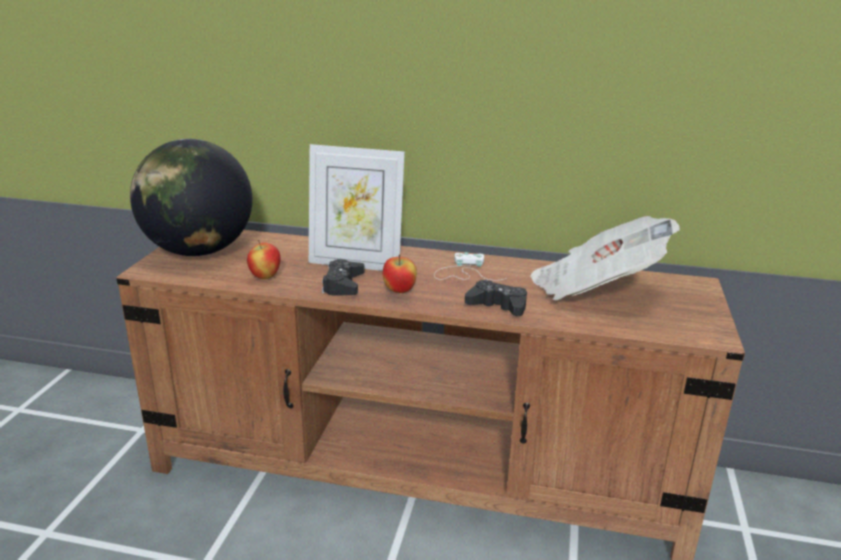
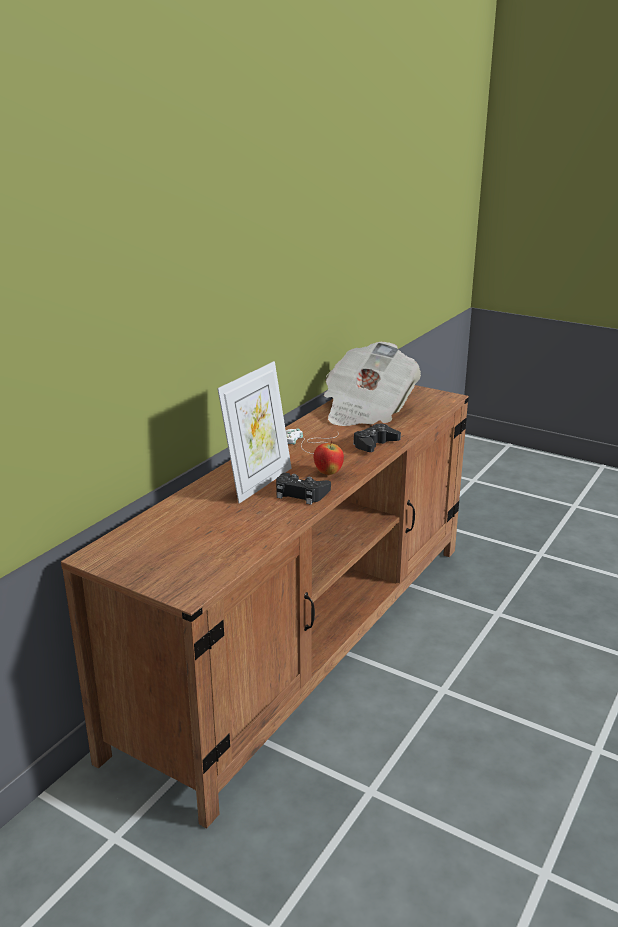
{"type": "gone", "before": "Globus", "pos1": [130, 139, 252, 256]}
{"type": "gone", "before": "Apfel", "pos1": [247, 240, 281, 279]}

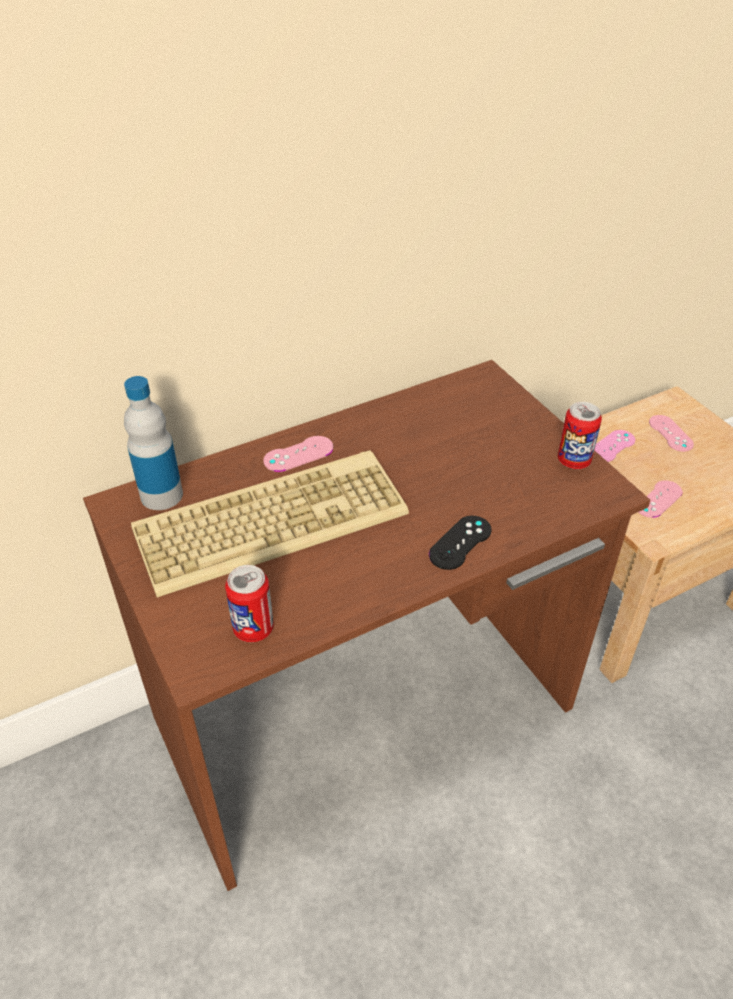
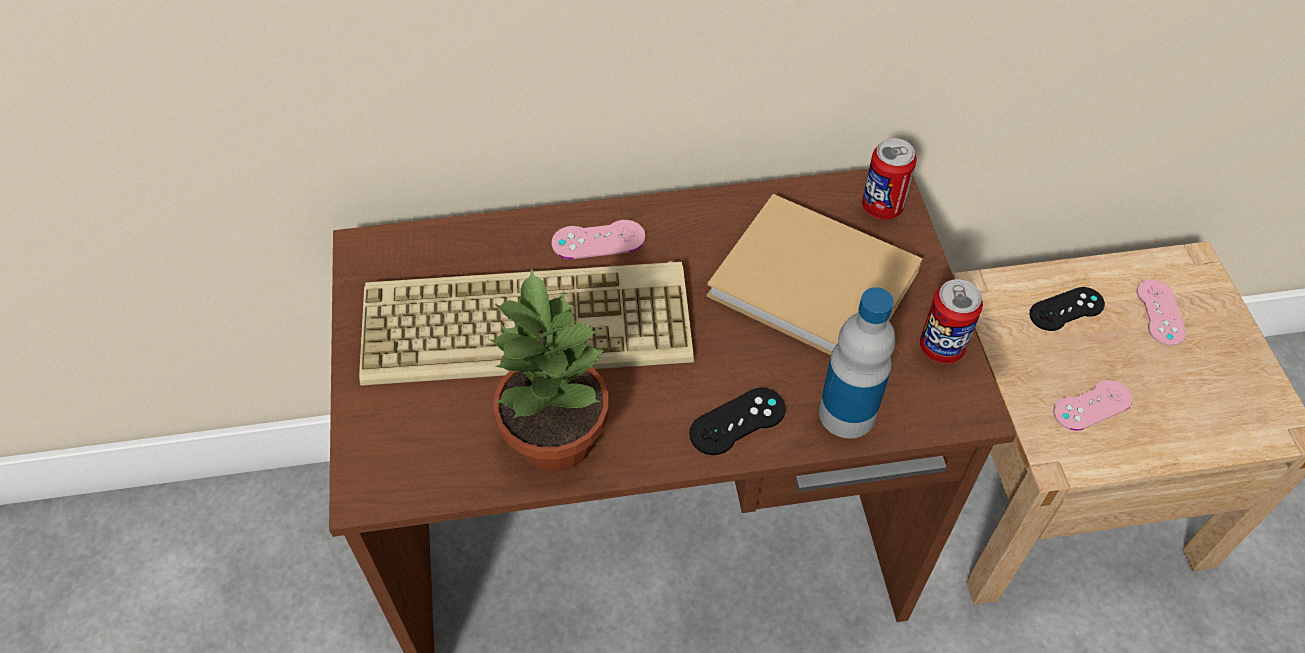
{"type": "new", "after": "Topfpflanze", "pos2": [489, 268, 609, 471]}
{"type": "new", "after": "Buch/beige", "pos2": [706, 194, 923, 355]}
{"type": "shifted", "before": "Flasche", "pos1": [124, 376, 183, 510], "pos2": [819, 287, 895, 439]}
{"type": "shifted", "before": "Dose", "pos1": [225, 565, 274, 642], "pos2": [862, 138, 917, 219]}
{"type": "repainted", "before": "Gamepad/rosa", "after": "Gamepad/schwarz", "pos1": [595, 430, 635, 462], "pos2": [1030, 287, 1105, 331]}

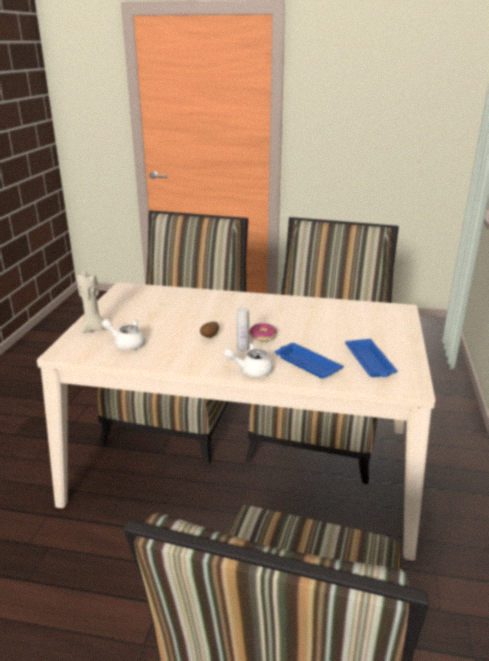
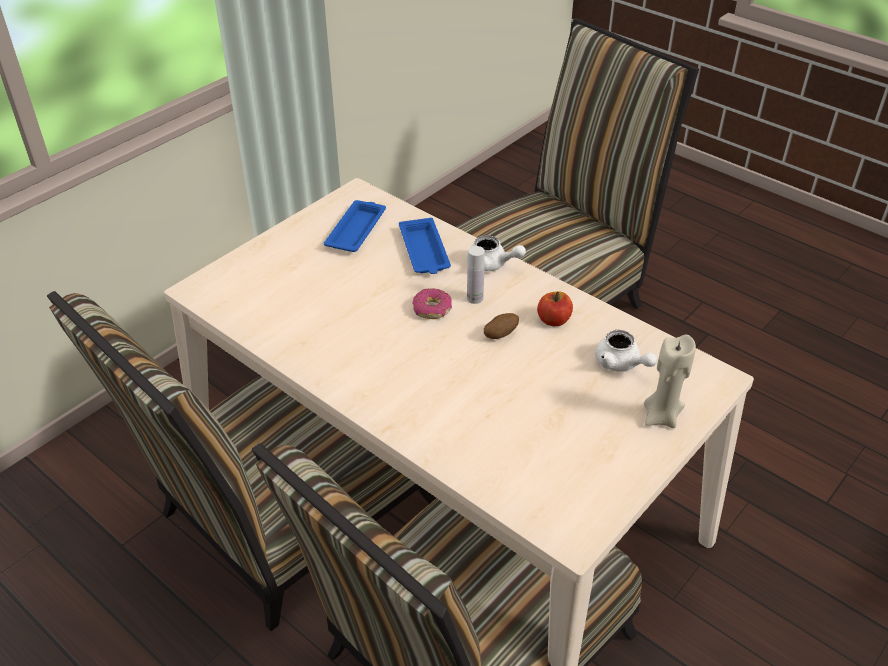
{"type": "new", "after": "Apfel", "pos2": [537, 291, 573, 326]}

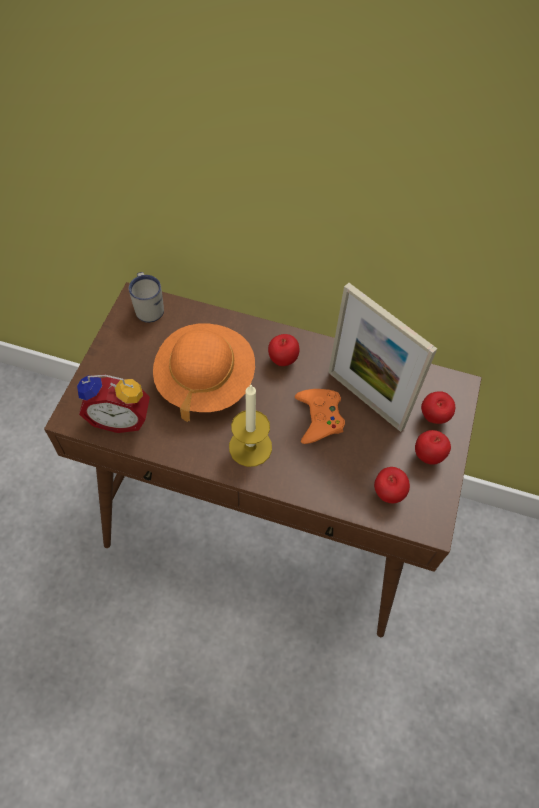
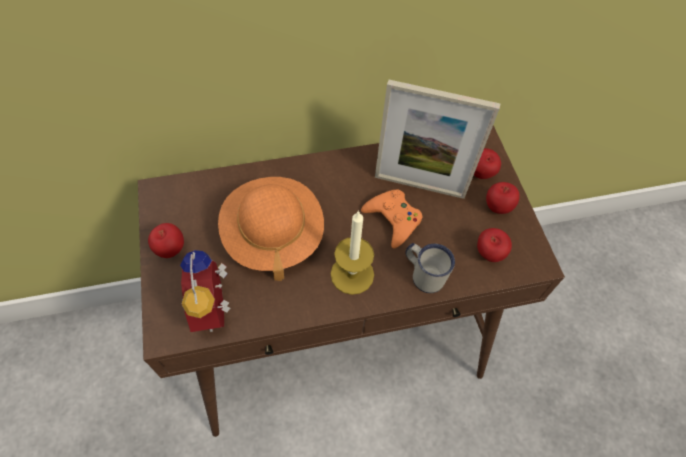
{"type": "shifted", "before": "Apfel", "pos1": [268, 334, 299, 366], "pos2": [148, 223, 184, 258]}
{"type": "rotated", "before": "Wecker", "pos1": [77, 375, 150, 433], "pos2": [180, 250, 231, 332], "turn": 105}
{"type": "shifted", "before": "Henkelbecher/weiß", "pos1": [129, 272, 164, 323], "pos2": [405, 243, 455, 293]}

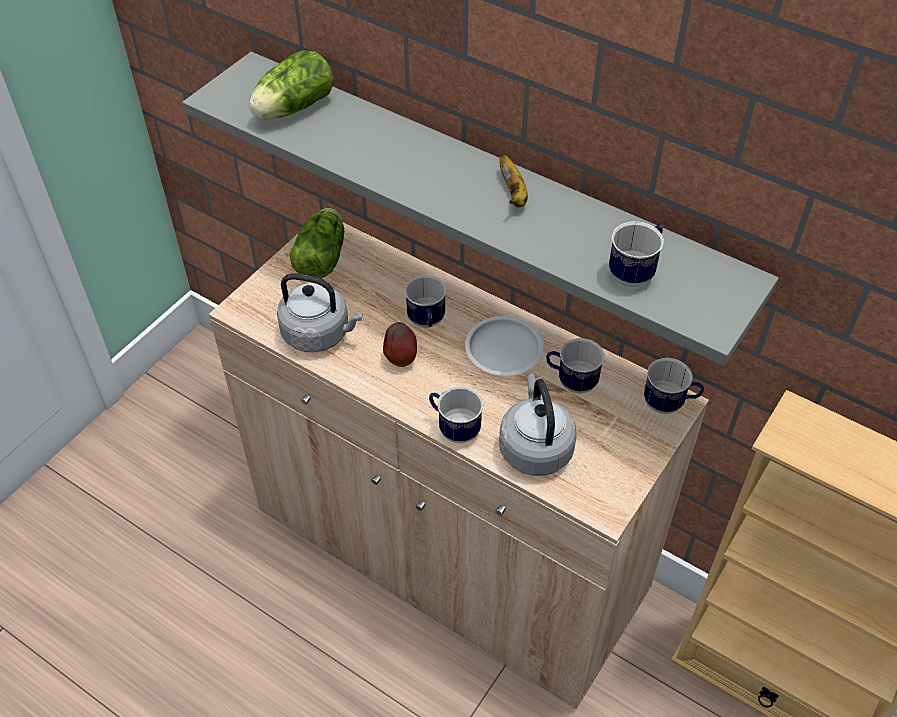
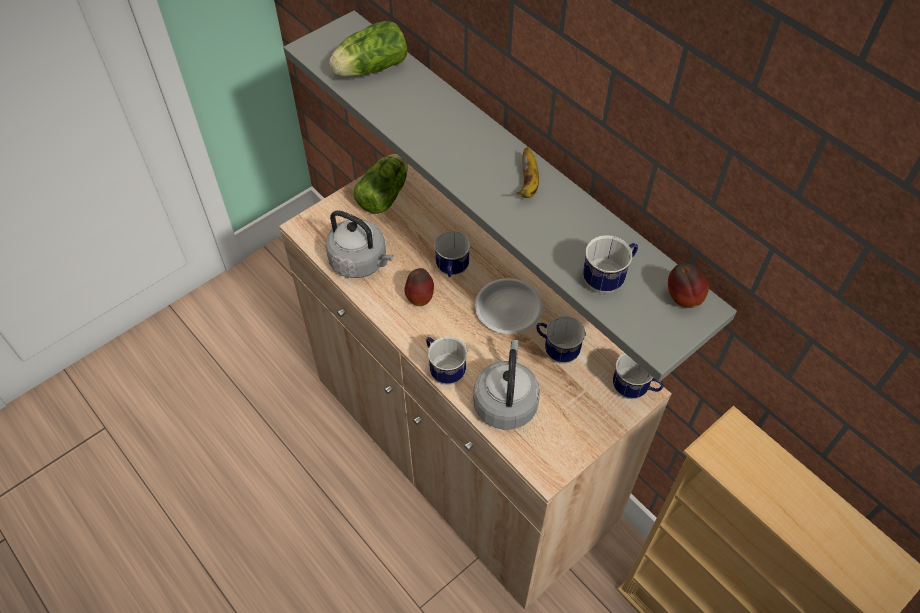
{"type": "new", "after": "Apfel", "pos2": [668, 263, 709, 308]}

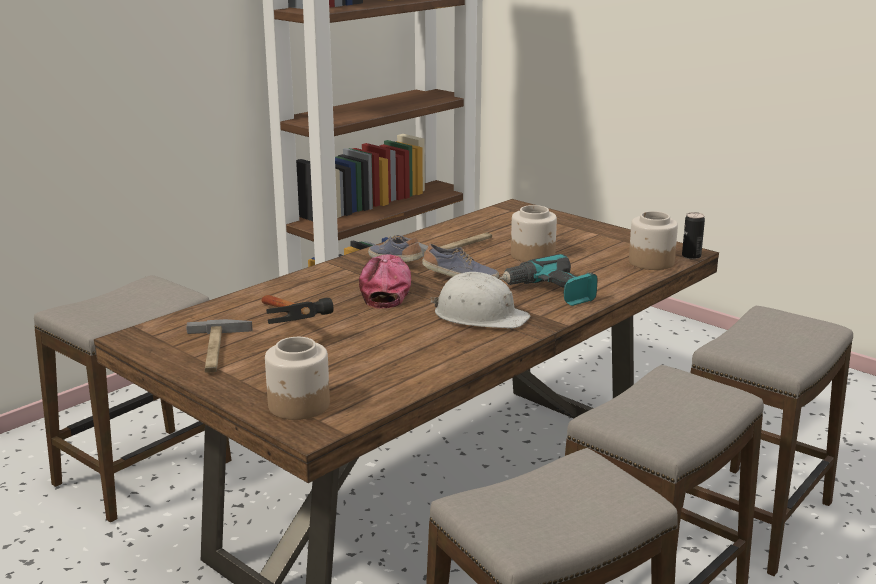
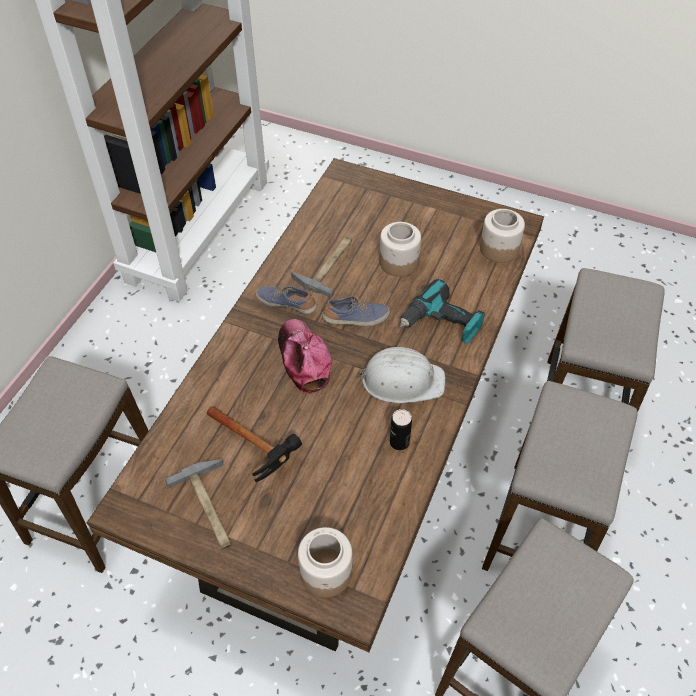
{"type": "shifted", "before": "Dose", "pos1": [682, 212, 705, 259], "pos2": [390, 409, 412, 450]}

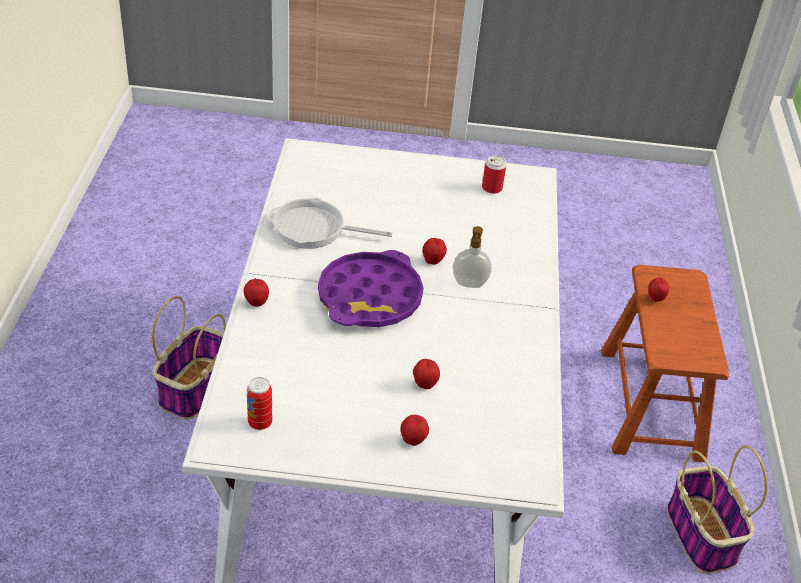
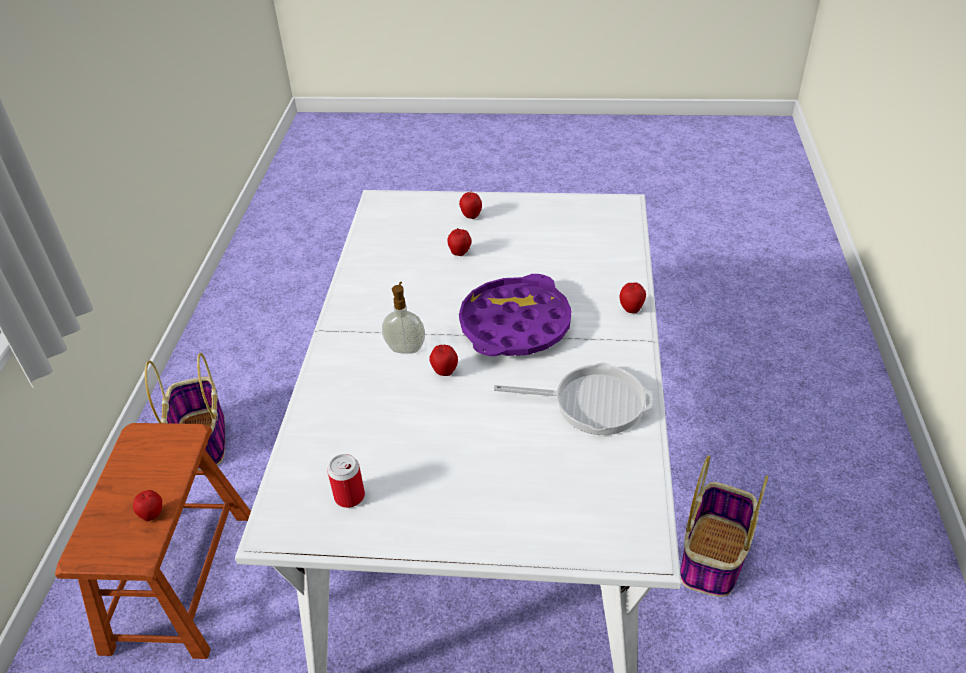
{"type": "gone", "before": "Dose", "pos1": [247, 377, 272, 430]}

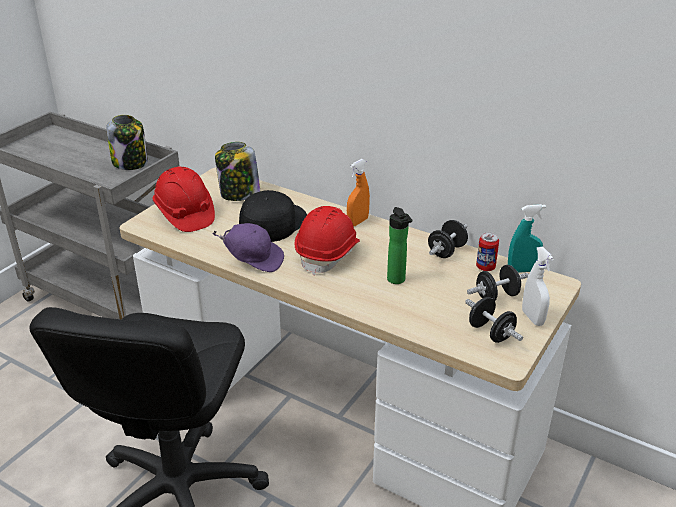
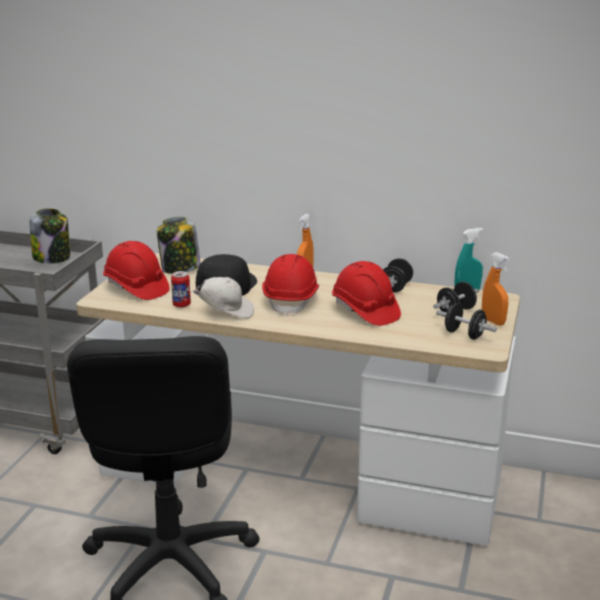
{"type": "shifted", "before": "Dose", "pos1": [476, 232, 499, 271], "pos2": [171, 271, 191, 308]}
{"type": "repainted", "before": "Kappe/lila", "after": "Kappe/weiß", "pos1": [212, 223, 284, 272], "pos2": [186, 277, 254, 318]}
{"type": "swapped", "before": "Flasche", "after": "Schutzhelm/rot", "pos1": [387, 207, 412, 284], "pos2": [332, 261, 401, 326]}
{"type": "repainted", "before": "Sprühflasche/weiß", "after": "Sprühflasche/orange", "pos1": [522, 246, 554, 326], "pos2": [482, 252, 509, 326]}

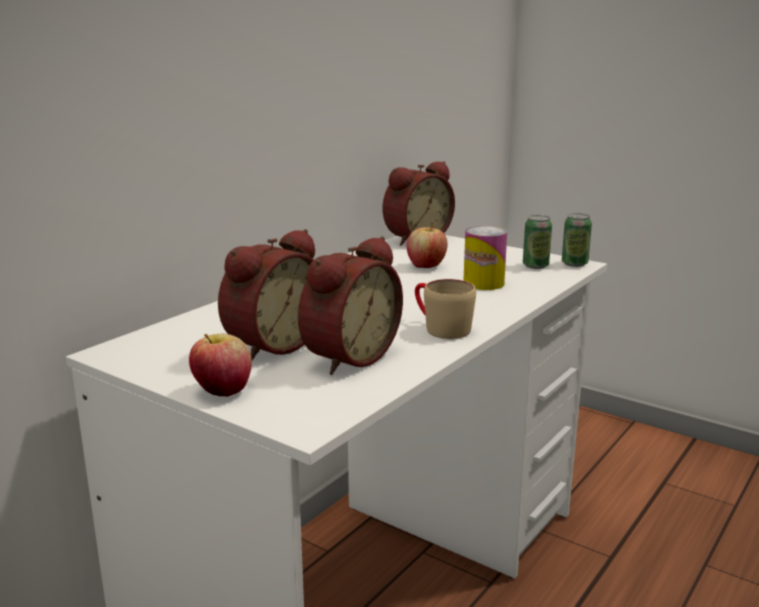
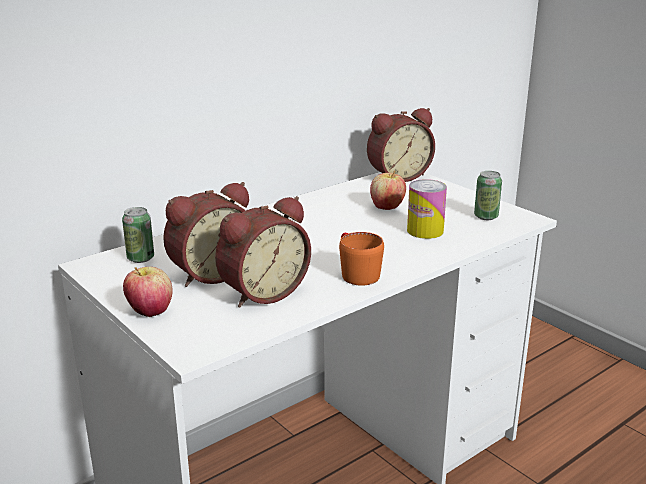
{"type": "shifted", "before": "Dose", "pos1": [562, 213, 592, 267], "pos2": [122, 207, 154, 263]}
{"type": "repainted", "before": "Henkelbecher/beige", "after": "Henkelbecher/orange", "pos1": [415, 279, 476, 339], "pos2": [339, 232, 384, 286]}

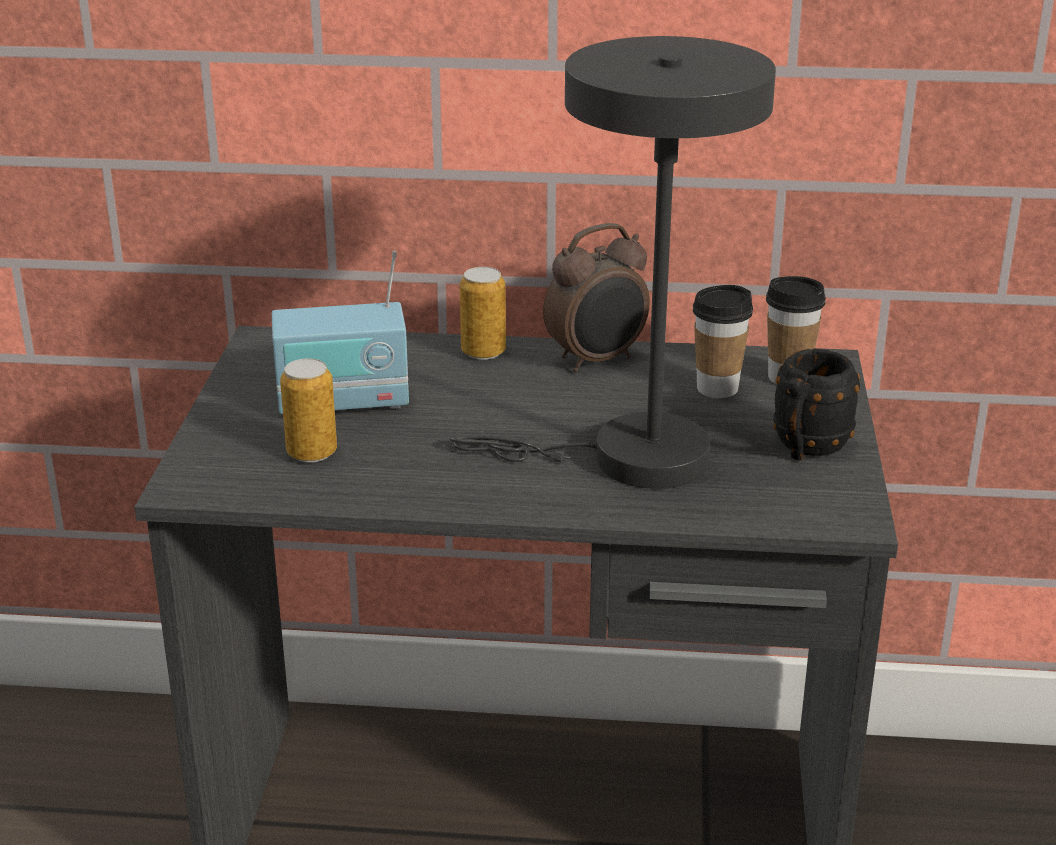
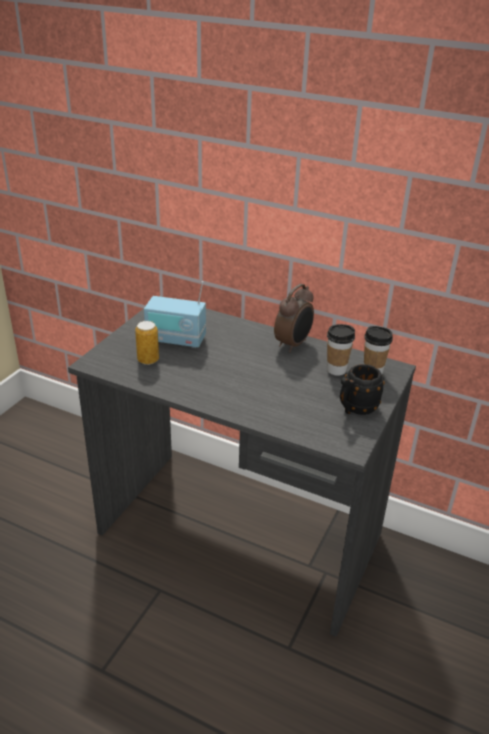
{"type": "rotated", "before": "Wecker", "pos1": [543, 223, 650, 372], "pos2": [274, 284, 314, 352], "turn": -45}
{"type": "gone", "before": "Tischlampe/grau", "pos1": [449, 36, 776, 489]}
{"type": "gone", "before": "Dose", "pos1": [460, 267, 506, 360]}

